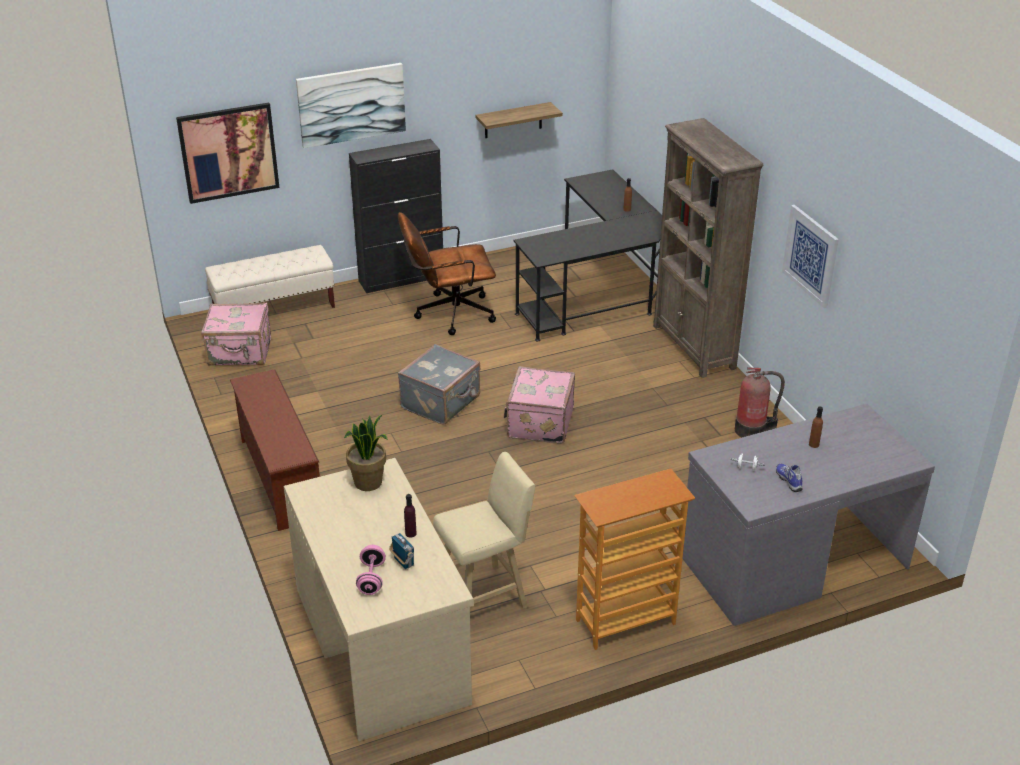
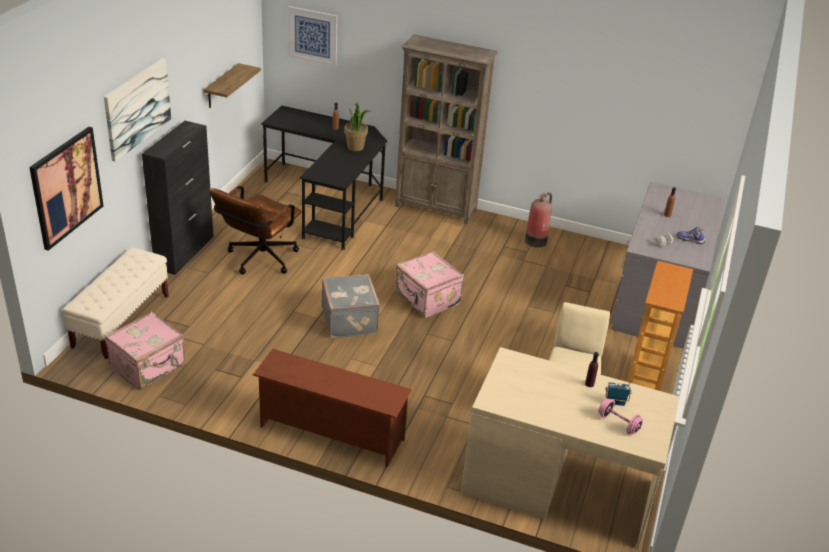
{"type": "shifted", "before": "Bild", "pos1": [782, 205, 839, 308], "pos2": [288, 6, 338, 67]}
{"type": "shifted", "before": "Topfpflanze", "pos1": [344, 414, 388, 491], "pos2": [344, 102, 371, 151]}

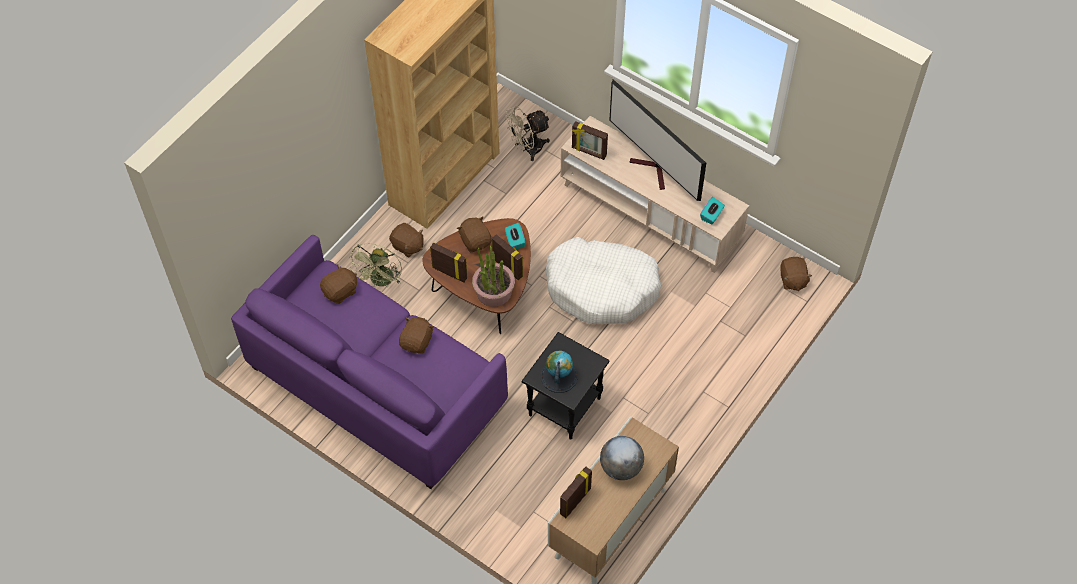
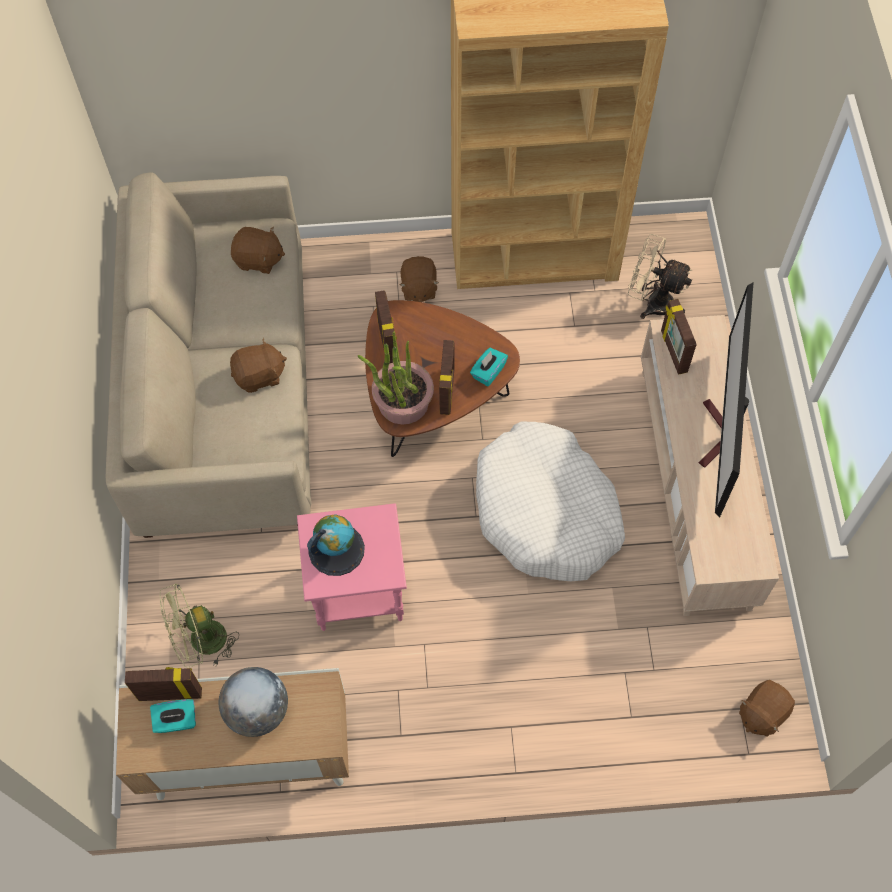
{"type": "repainted", "before": "Sofa/lila", "after": "Sofa/beige", "pos1": [231, 235, 508, 489], "pos2": [106, 172, 312, 538]}
{"type": "shifted", "before": "Taschentuchbox/türkis", "pos1": [700, 197, 725, 225], "pos2": [150, 699, 196, 733]}
{"type": "shifted", "before": "Ventilator/grün", "pos1": [349, 243, 402, 287], "pos2": [160, 583, 239, 668]}
{"type": "repainted", "before": "Beistelltisch/schwarz", "after": "Beistelltisch/rosa", "pos1": [522, 332, 610, 440], "pos2": [297, 503, 407, 631]}
{"type": "gone", "before": "Plüschtier/braun", "pos1": [457, 216, 491, 252]}

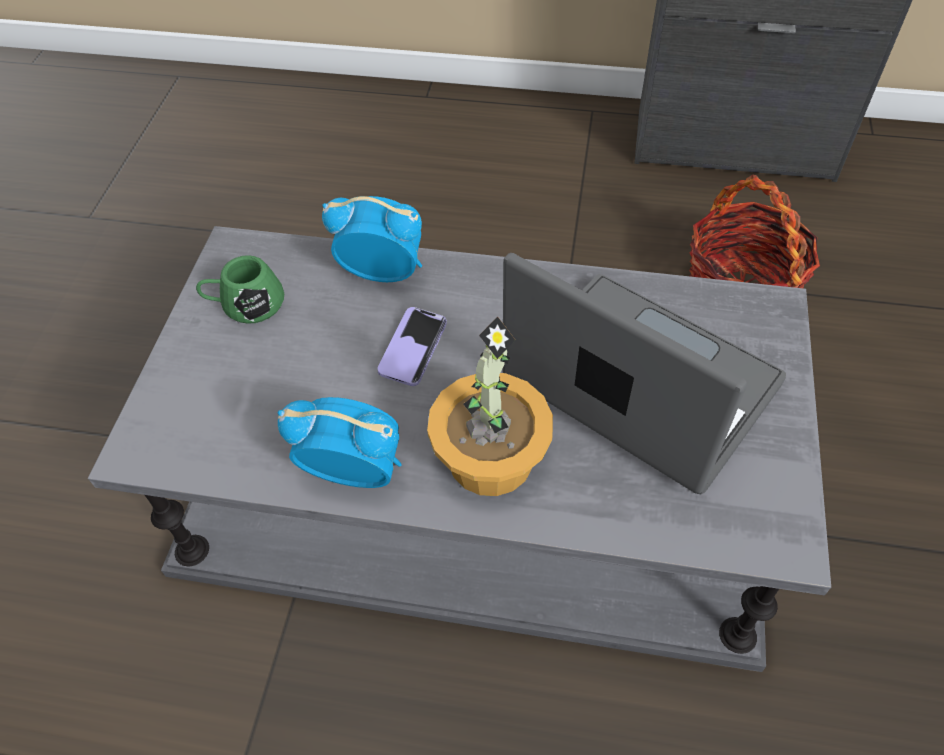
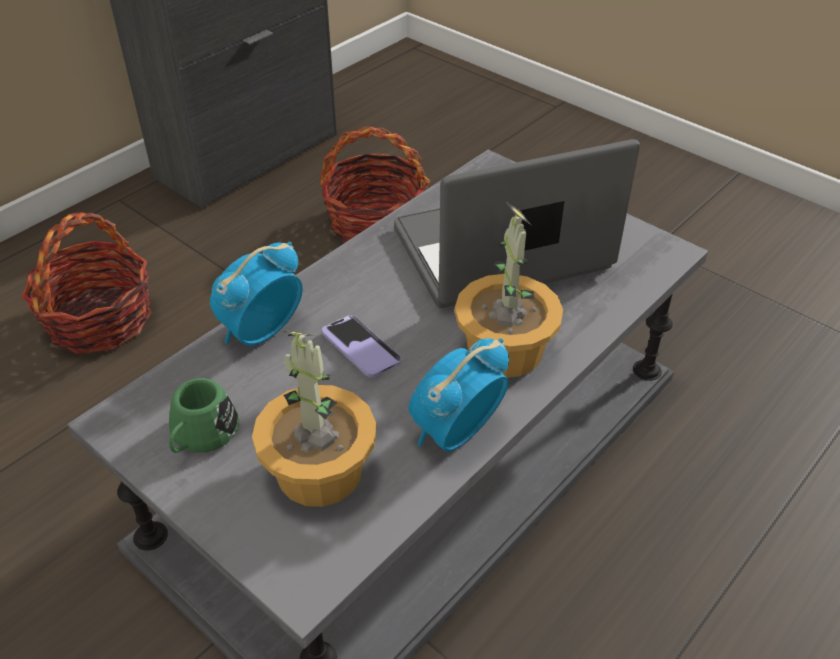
{"type": "new", "after": "Korb", "pos2": [22, 212, 151, 354]}
{"type": "new", "after": "Topfpflanze", "pos2": [252, 331, 376, 507]}

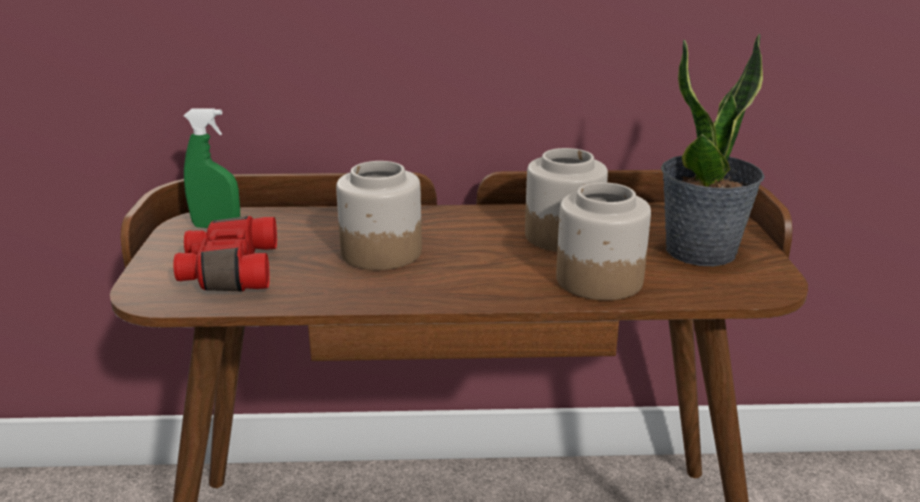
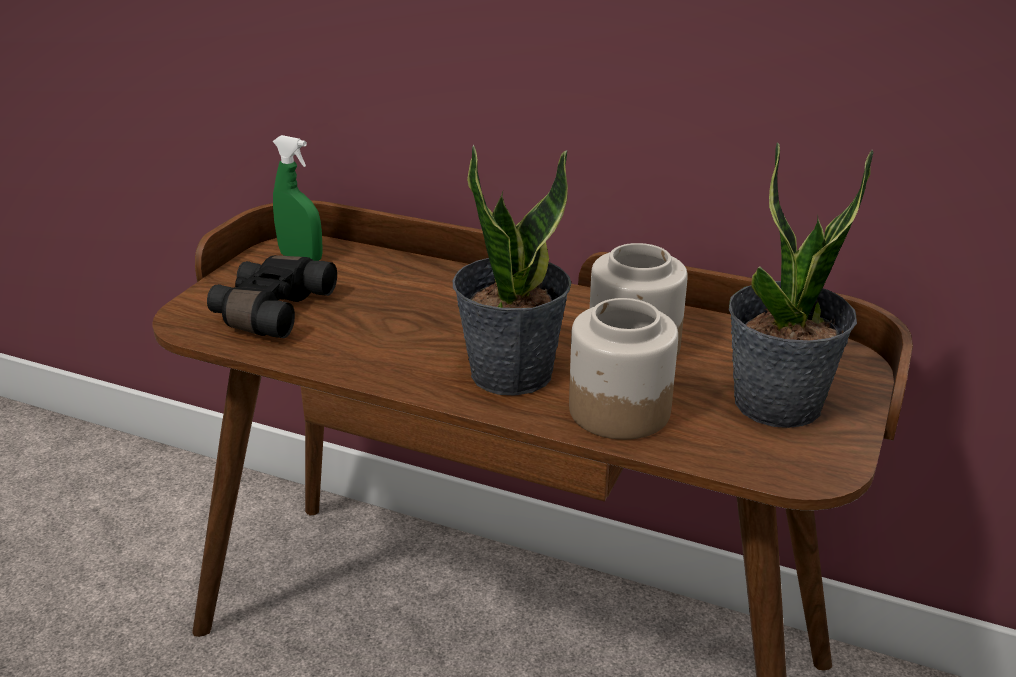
{"type": "repainted", "before": "Fernglas/rot", "after": "Fernglas/schwarz", "pos1": [173, 216, 277, 291], "pos2": [207, 255, 337, 338]}
{"type": "new", "after": "Topfpflanze", "pos2": [453, 145, 571, 396]}
{"type": "gone", "before": "Vorratsglas", "pos1": [336, 161, 422, 270]}

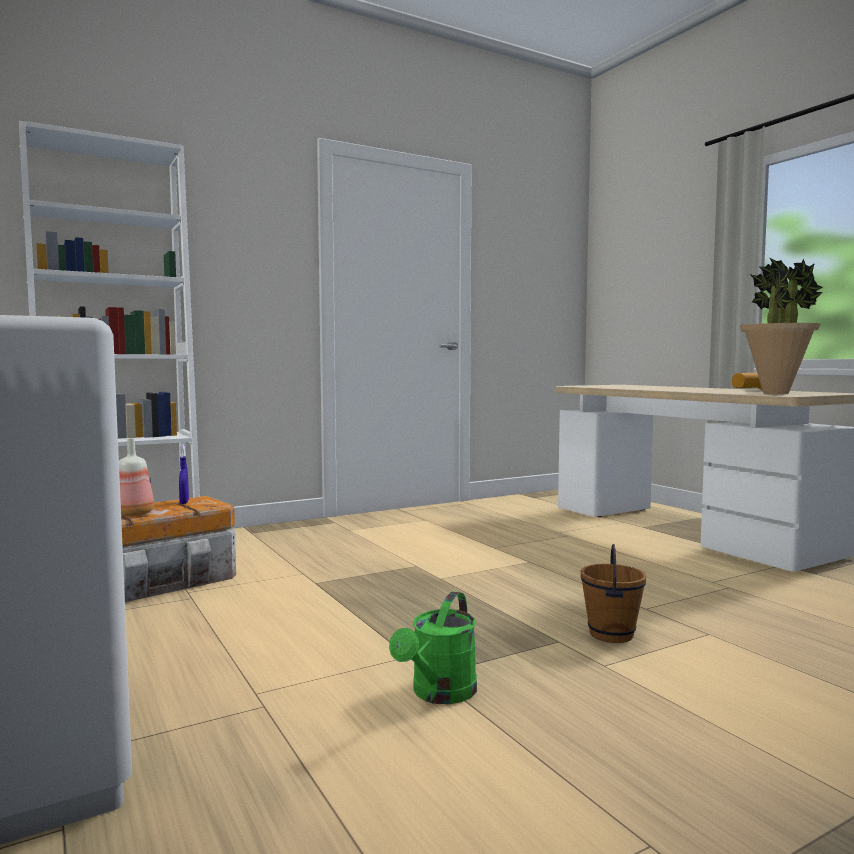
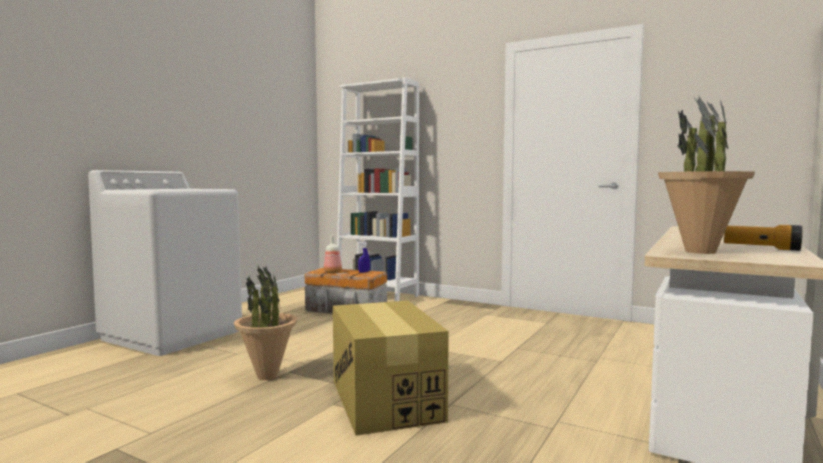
{"type": "swapped", "before": "Gießkanne/grün", "after": "Topfpflanze", "pos1": [389, 591, 477, 704], "pos2": [234, 264, 297, 380]}
{"type": "swapped", "before": "Eimer/braun", "after": "Karton", "pos1": [580, 544, 647, 643], "pos2": [333, 301, 449, 436]}

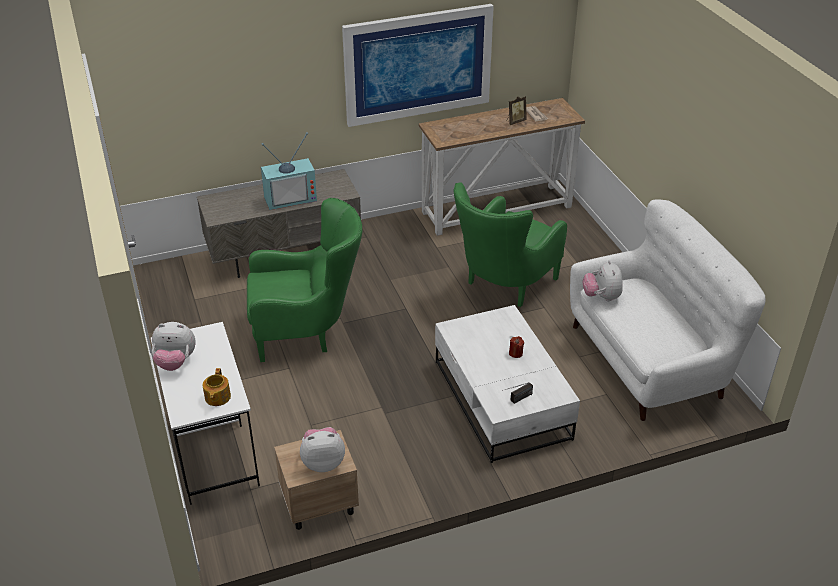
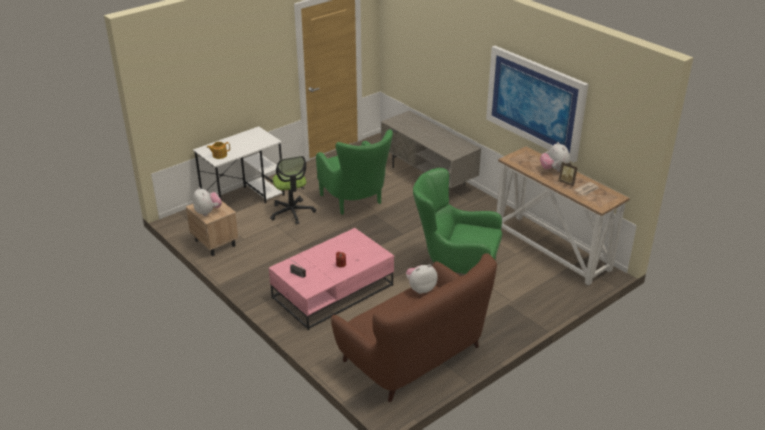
{"type": "repainted", "before": "Couchtisch/weiß", "after": "Couchtisch/rosa", "pos1": [435, 305, 580, 463], "pos2": [269, 228, 394, 330]}
{"type": "new", "after": "Bürostuhl", "pos2": [270, 156, 316, 225]}
{"type": "repainted", "before": "Sofa/weiß", "after": "Sofa/braun", "pos1": [570, 200, 766, 421], "pos2": [331, 253, 497, 402]}
{"type": "shifted", "before": "Plüschtier", "pos1": [152, 322, 196, 371], "pos2": [540, 142, 570, 172]}
{"type": "gone", "before": "Fernseher", "pos1": [261, 132, 317, 210]}

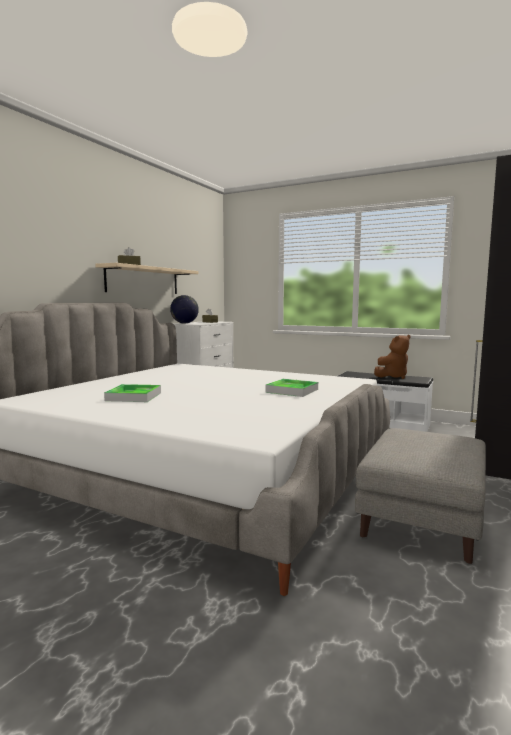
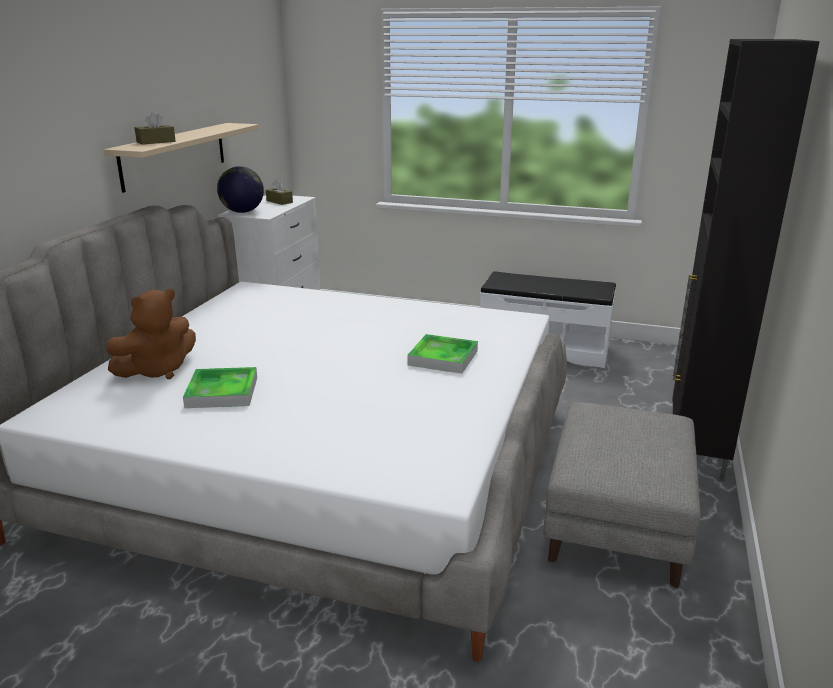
{"type": "shifted", "before": "Plüschtier/braun", "pos1": [374, 335, 410, 379], "pos2": [106, 289, 196, 379]}

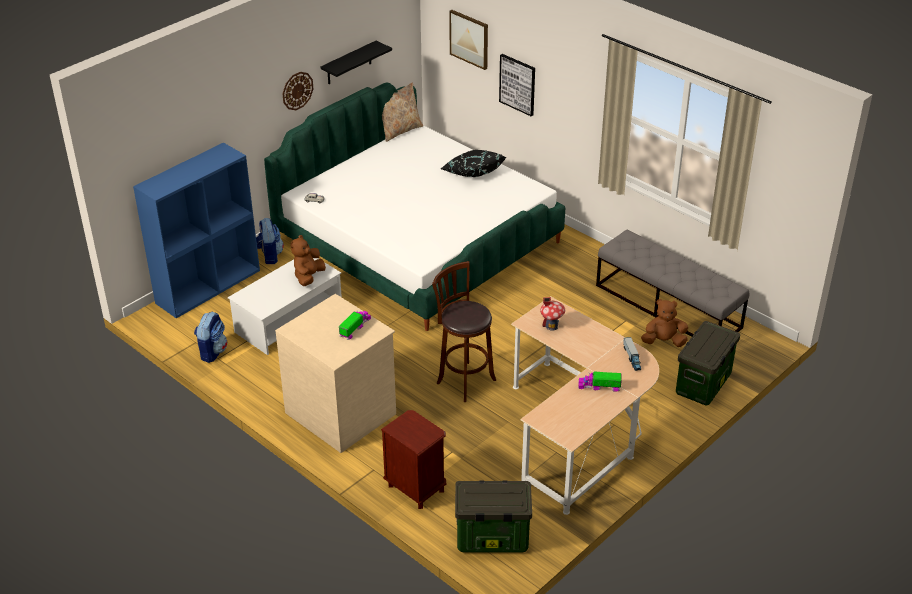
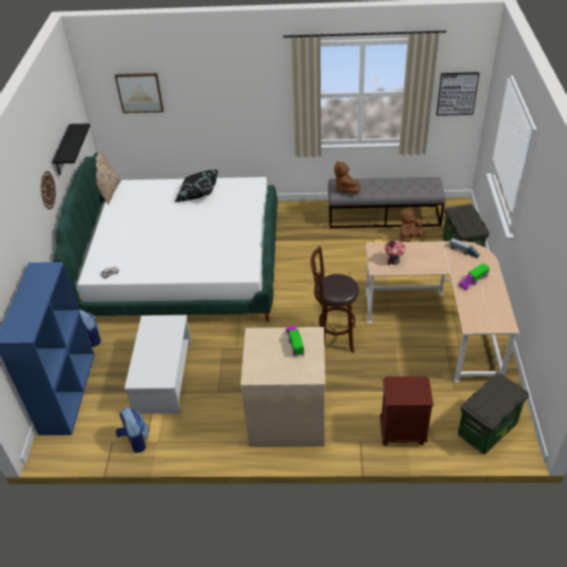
{"type": "shifted", "before": "Plüschtier/braun", "pos1": [290, 235, 326, 286], "pos2": [334, 161, 361, 194]}
{"type": "shifted", "before": "Bild", "pos1": [499, 54, 535, 116], "pos2": [436, 72, 479, 116]}

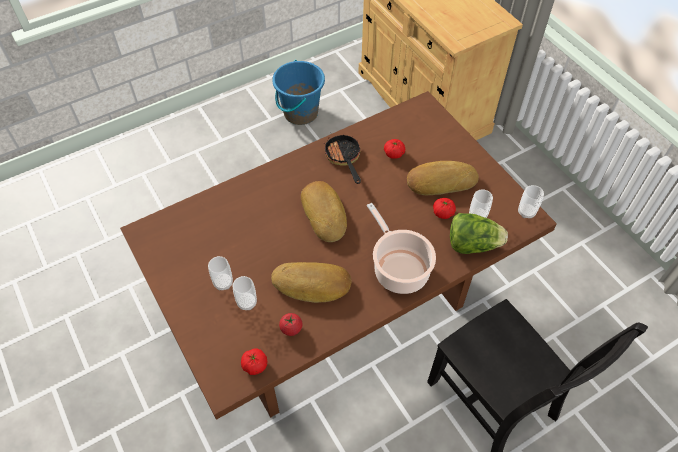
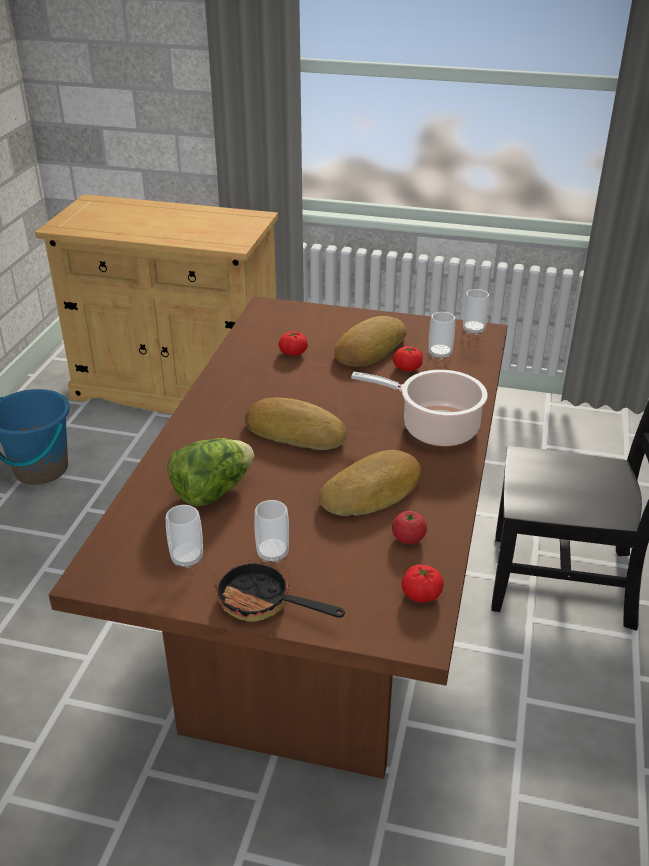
{"type": "shifted", "before": "Tasse", "pos1": [233, 276, 257, 310], "pos2": [166, 505, 203, 568]}
{"type": "shifted", "before": "Salatkopf", "pos1": [450, 213, 508, 254], "pos2": [167, 438, 254, 507]}
{"type": "shifted", "before": "Pfanne", "pos1": [324, 134, 361, 184], "pos2": [214, 560, 345, 622]}

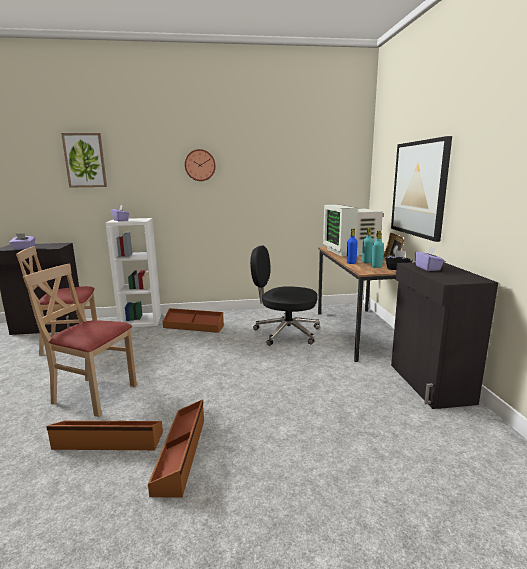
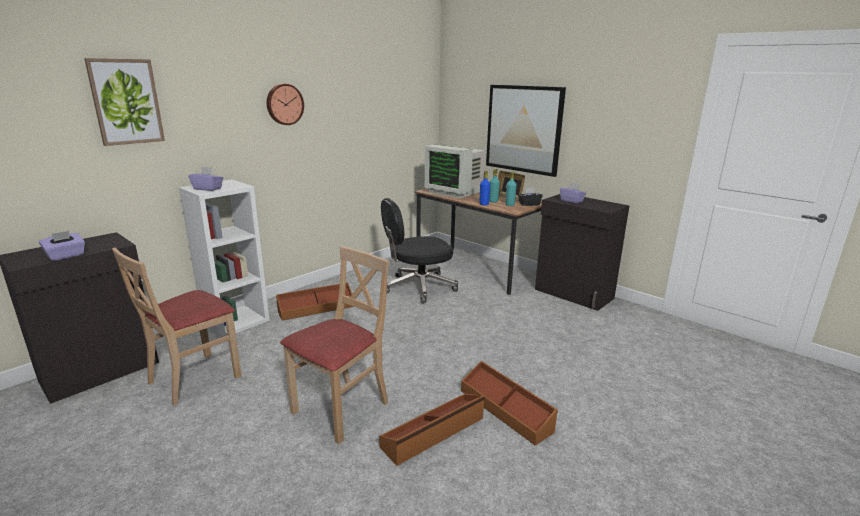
{"type": "rotated", "before": "Stuhl/beige", "pos1": [23, 264, 137, 417], "pos2": [280, 246, 389, 444], "turn": 150}

